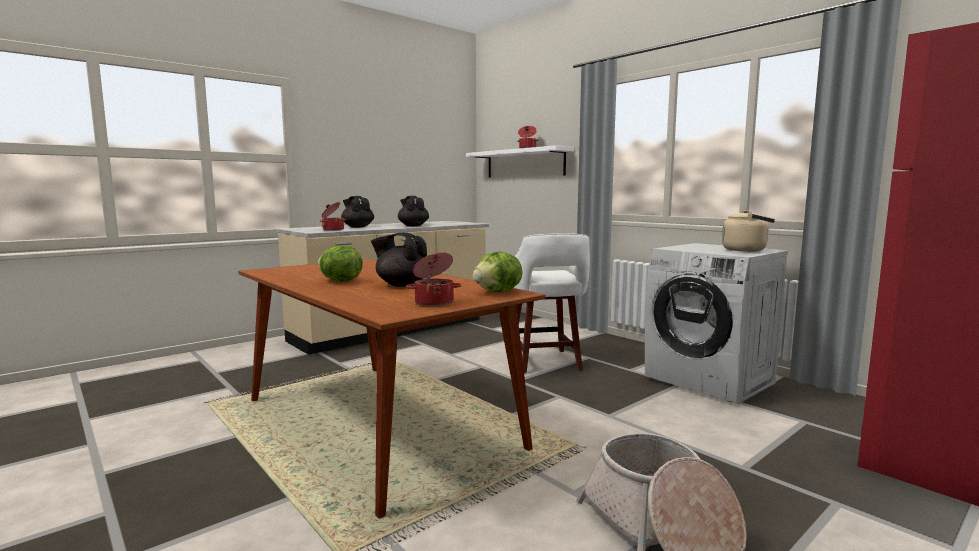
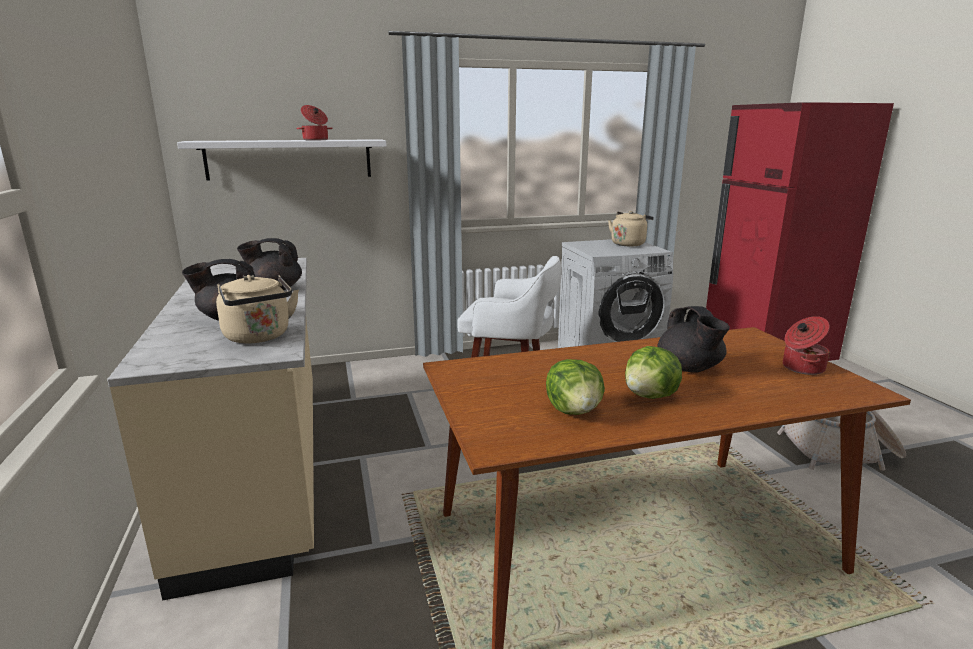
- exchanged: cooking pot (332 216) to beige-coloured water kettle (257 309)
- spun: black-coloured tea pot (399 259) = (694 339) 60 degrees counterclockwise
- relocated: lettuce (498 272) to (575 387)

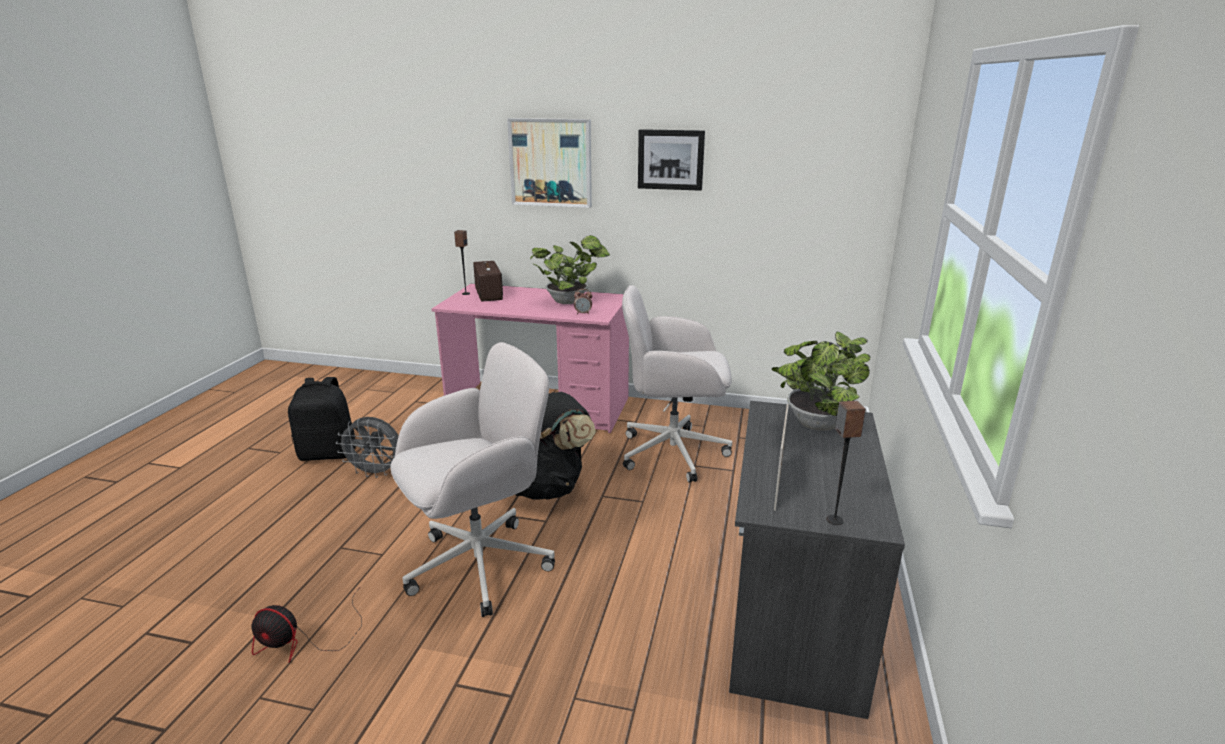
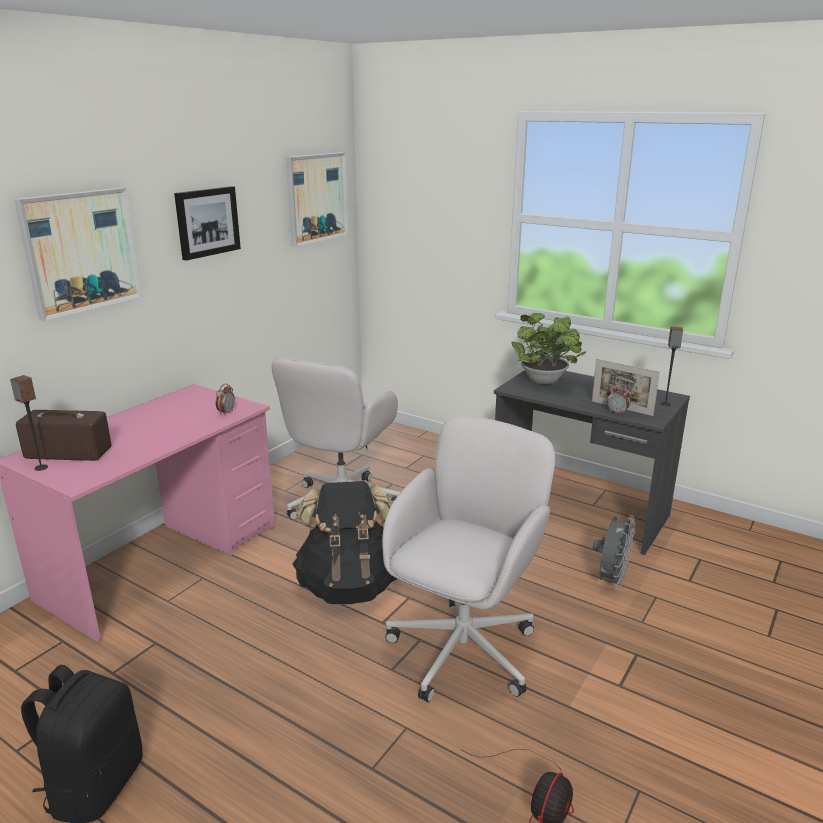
- relocated: grey fan (367 447) to (614 552)
- spun: white desk chair (472 479) = (468 558) 45 degrees clockwise
- missing: potted plant (570 269)
- appeared: wall picture (317 199)
- appeared: bedside clock (619 399)

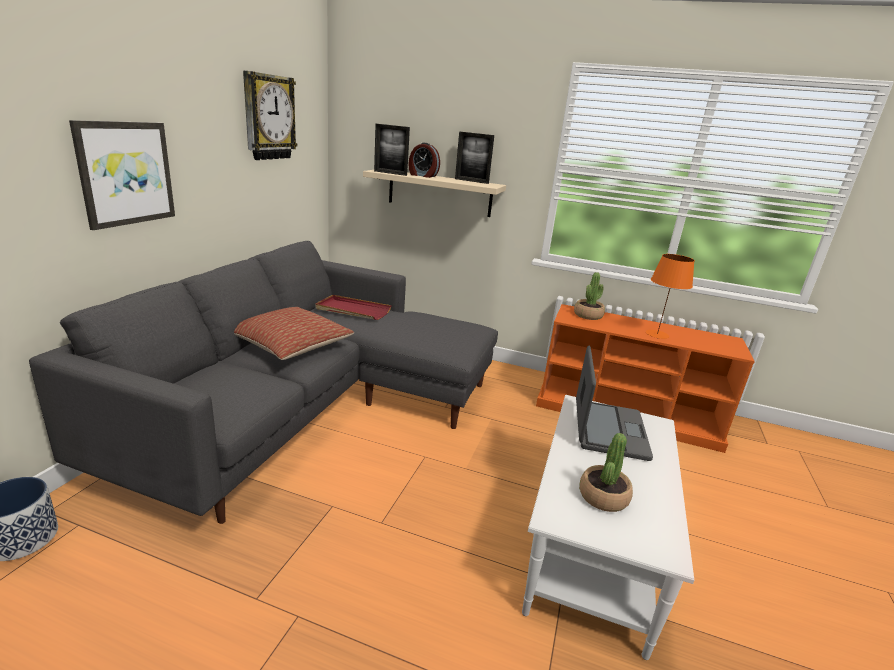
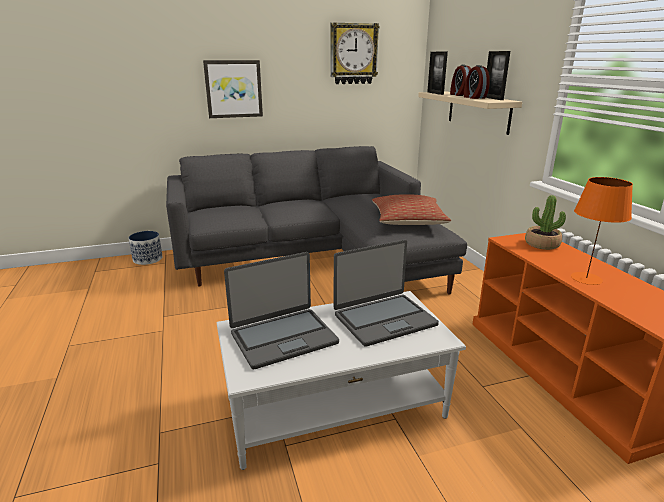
- relocated: throw pillow (294 333) to (411 209)
- missing: red-coloured tray (354 307)
- exchanged: potted plant (606 472) to notebook computer (281 311)
- appeared: bedside clock (477 82)

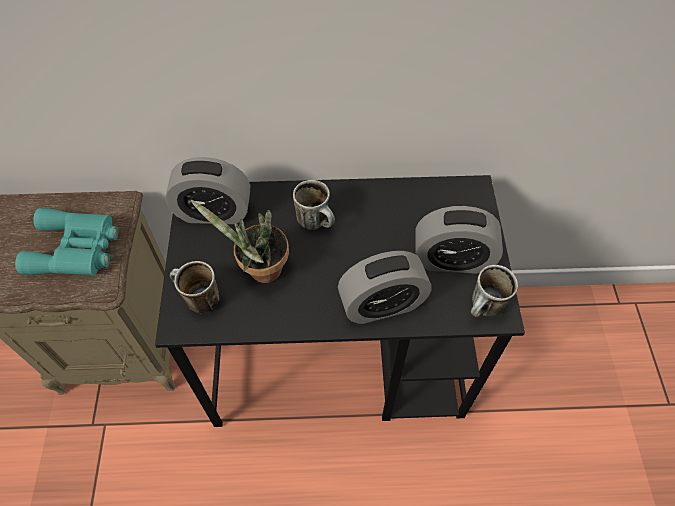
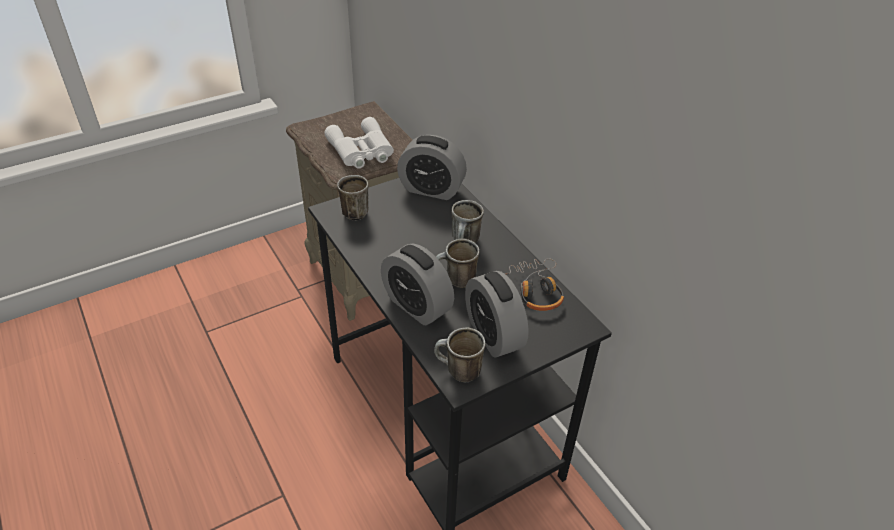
- colour: blue-green field glasses (66 242) to white field glasses (359 143)
- spun: bedside clock (207 190) = (432 167) 45 degrees counterclockwise
- missing: potted plant (239 241)
- appeared: mug (457 263)
- appeared: headphones (534 284)

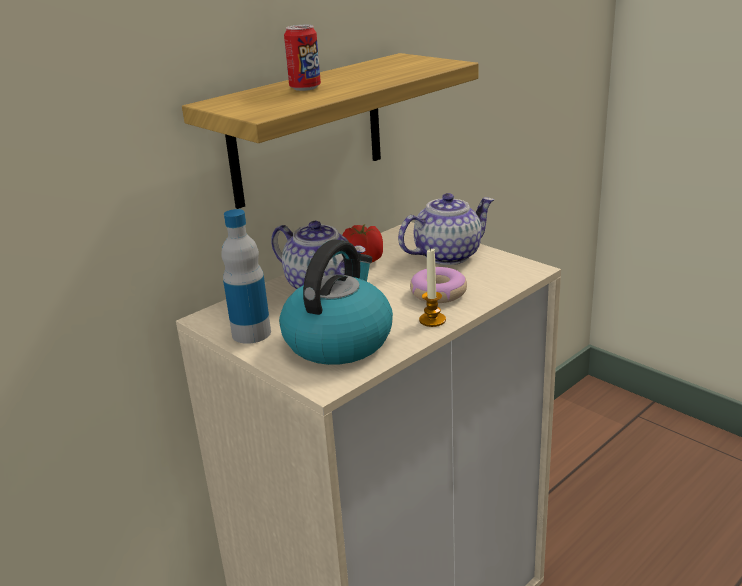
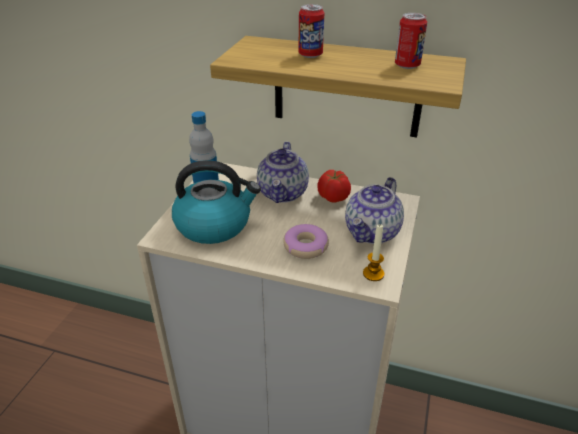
- spun: tea pot (446 229) = (374 210) 90 degrees clockwise
- relocated: wax light (432 287) to (373 252)
- appeared: can (411 41)

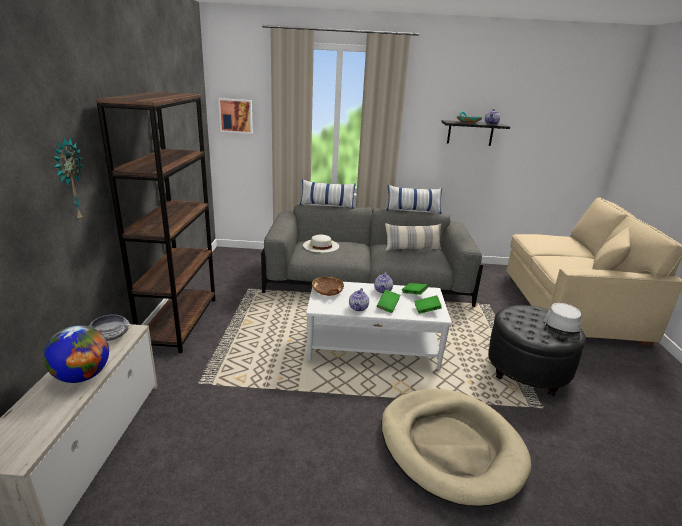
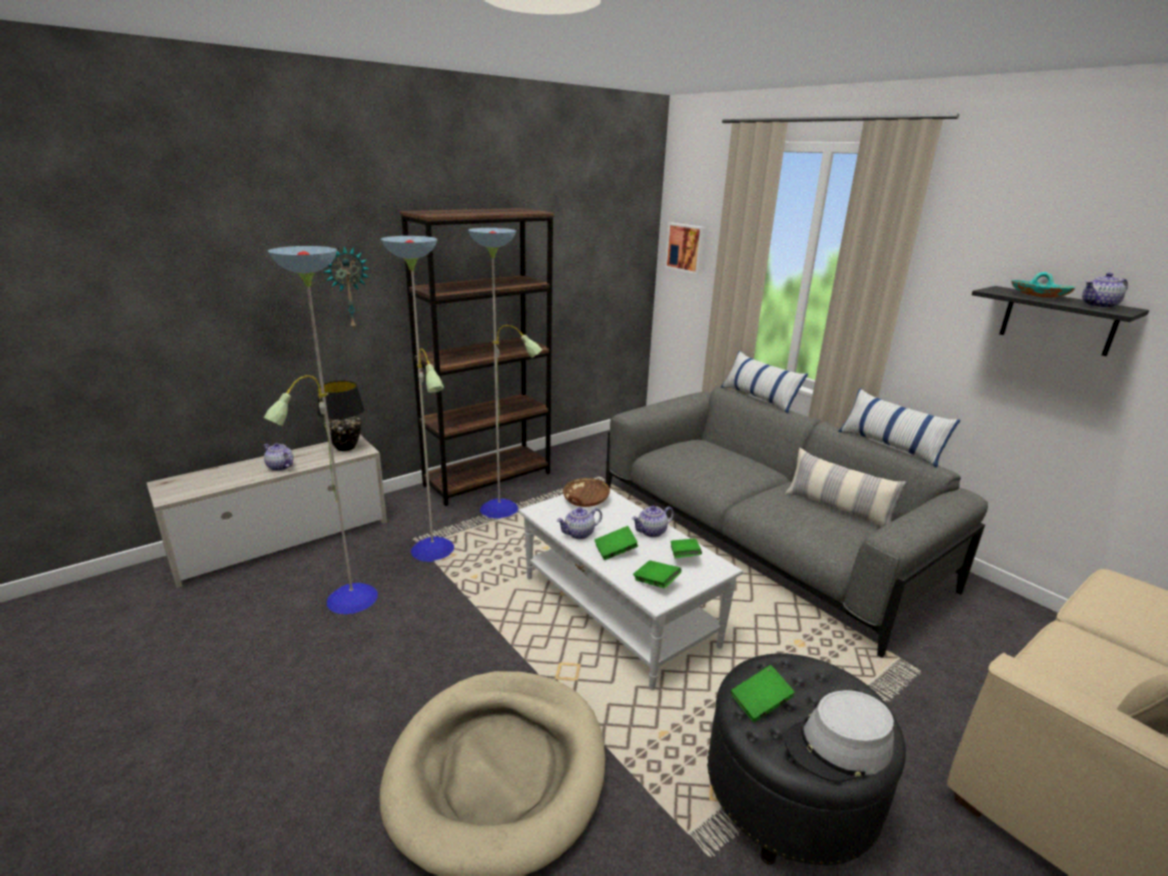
- exchanged: globe (76 354) to tea pot (279 457)
- exchanged: serving bowl (109 327) to black-coloured table lamp (340 416)
- missing: white hat (321 244)
- appeared: standard lamp (403 421)
- appeared: green volume (762 693)

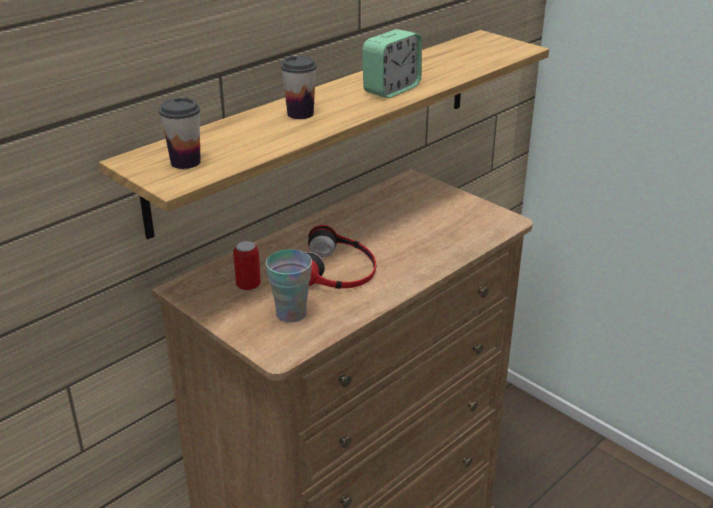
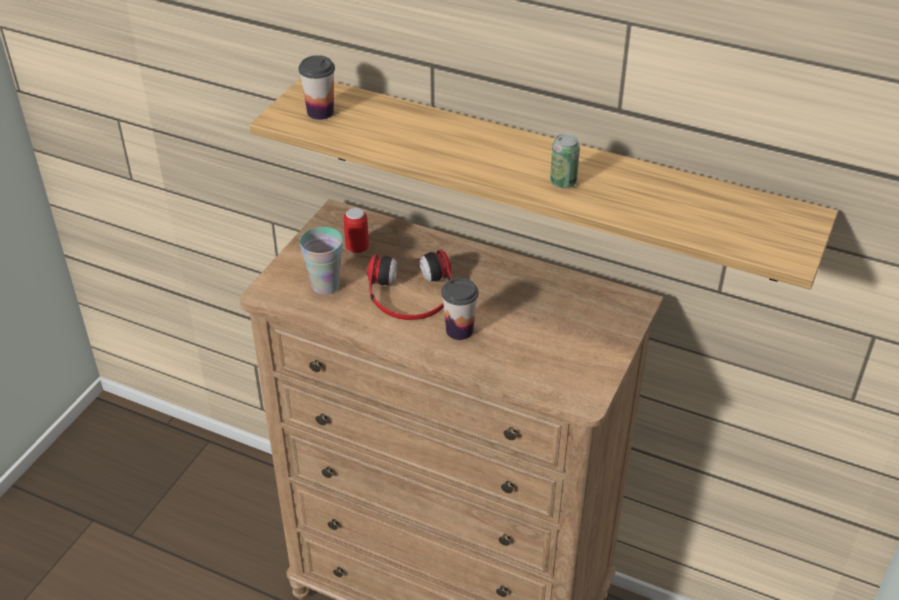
- relocated: drinking cup (299 87) to (459 309)
- exchanged: bedside clock (392 63) to can (565 161)

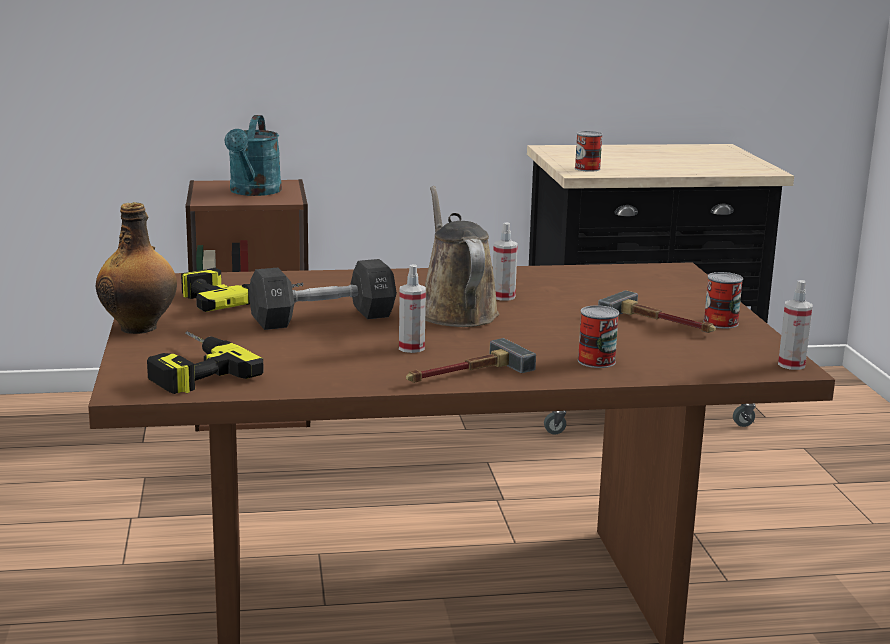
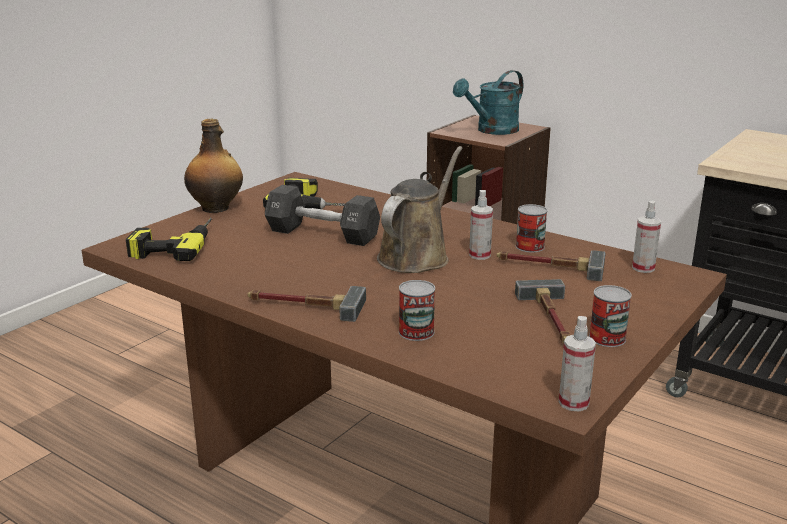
- relocated: sprayer (412 308) to (646 237)
- relocated: can (589 151) to (531 228)
- appeared: hand hammer (551 265)

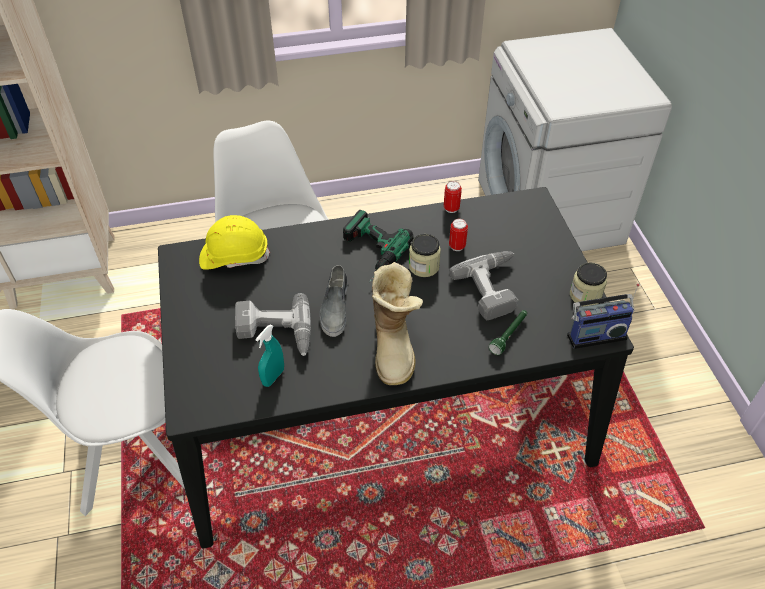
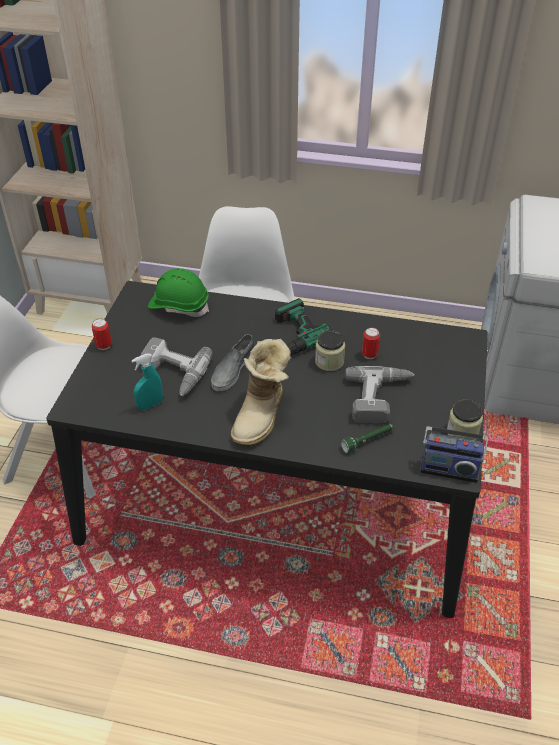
- colour: yellowish safety helmet (234 242) to green safety helmet (178 292)
- relocated: can (453 197) to (102 334)

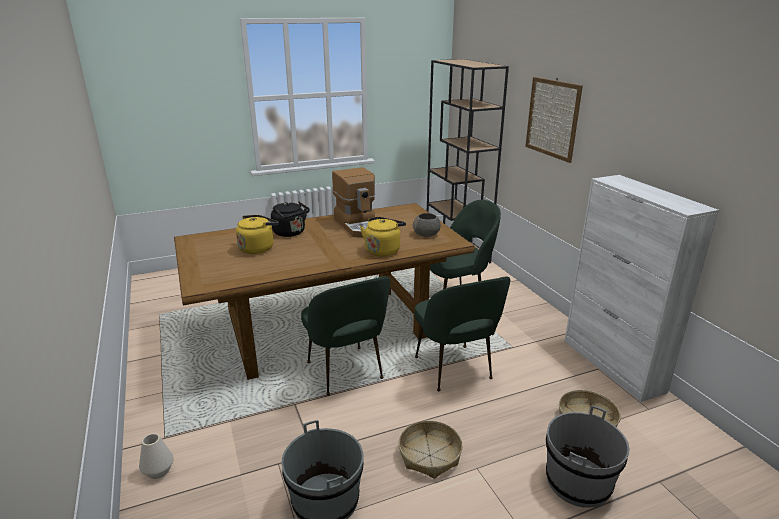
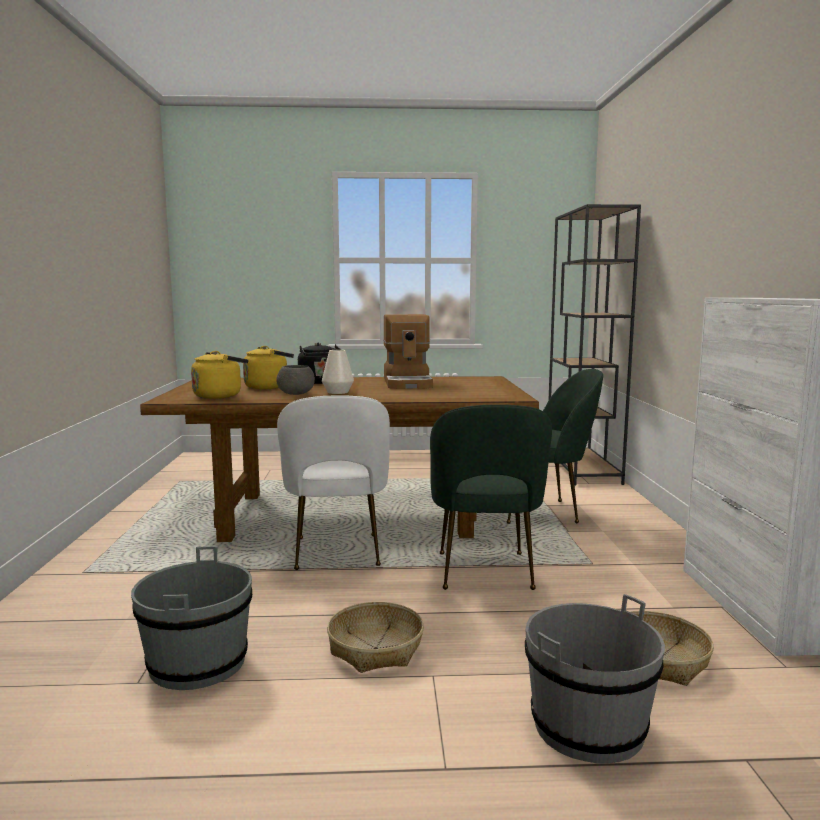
- relocated: white decorative vase (156 456) to (338 372)
- colour: green upright chair (345 336) to white upright chair (333 482)
- relocated: yellowish water kettle (383 236) to (219 375)
- relocated: grey serving bowl (427 225) to (295 380)
- missing: wall picture (554 120)

